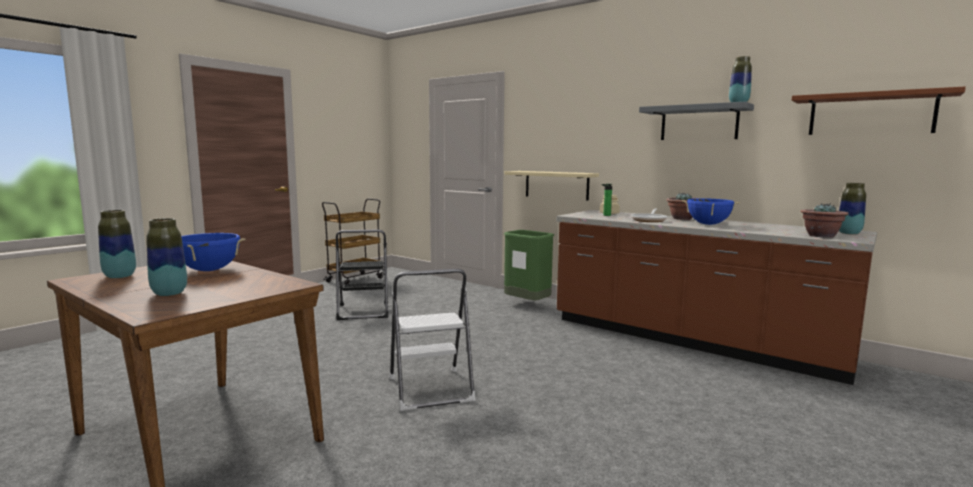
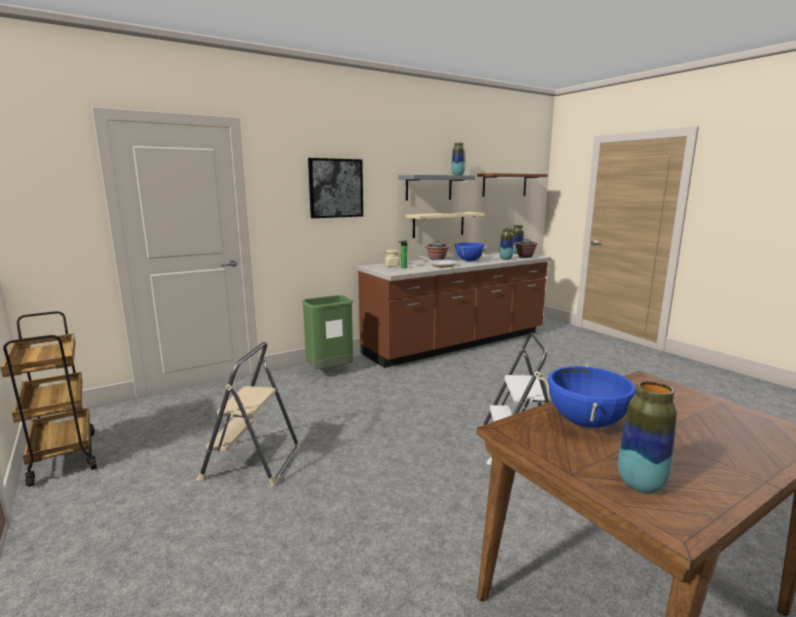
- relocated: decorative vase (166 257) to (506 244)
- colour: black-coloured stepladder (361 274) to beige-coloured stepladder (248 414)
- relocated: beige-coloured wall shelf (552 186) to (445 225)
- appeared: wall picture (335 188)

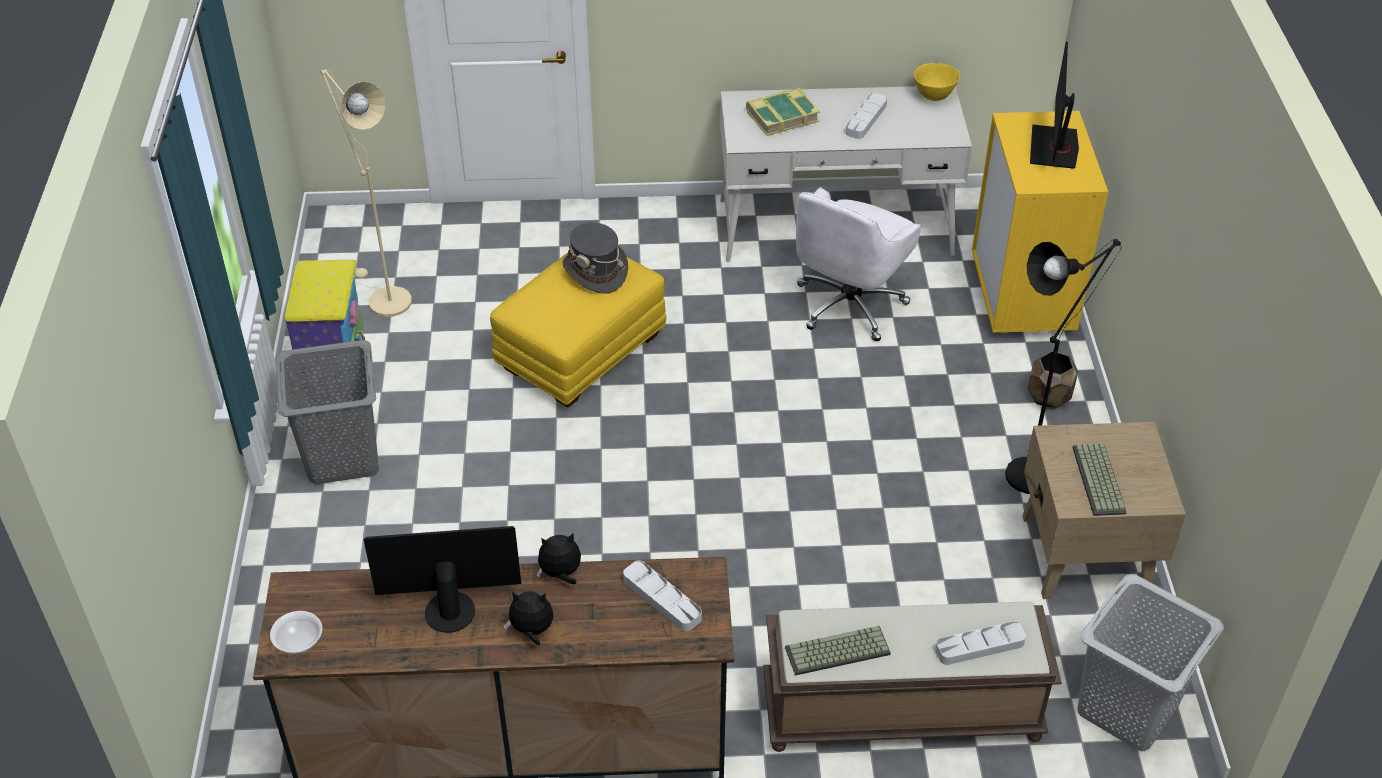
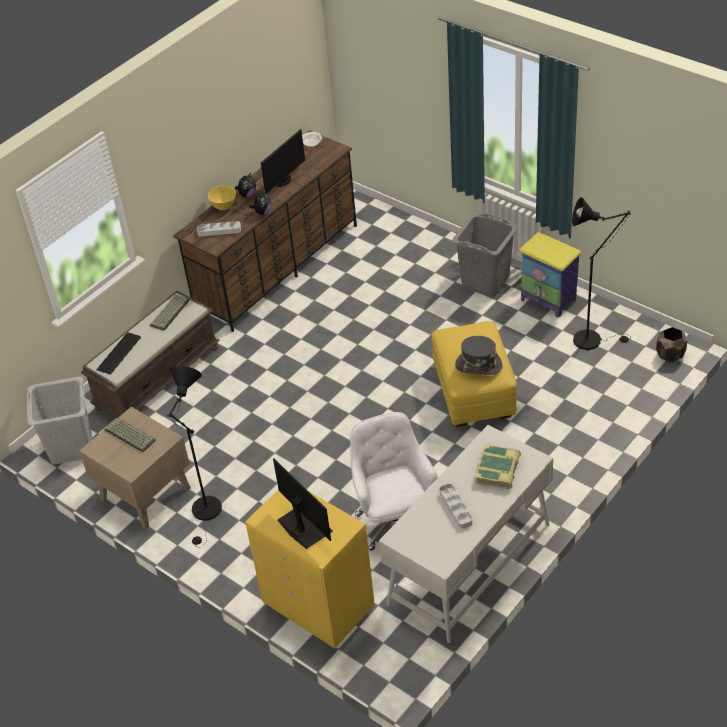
- colour: beige-coloured standard lamp (366 193) to black-coloured standard lamp (601 273)
- relocated: yellowish serving bowl (937 82) to (222 197)
- exchanged: grey tray (980 643) to PC keyboard (118 353)
- relocated: brown planter (1053 380) to (671 345)

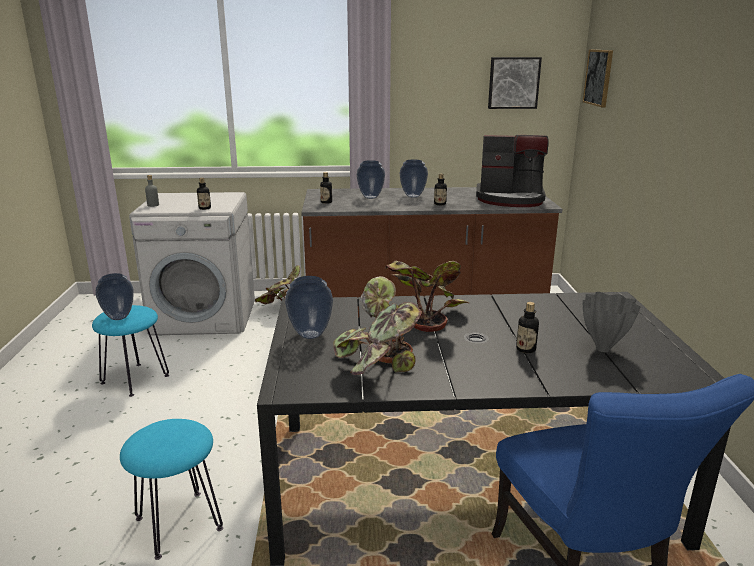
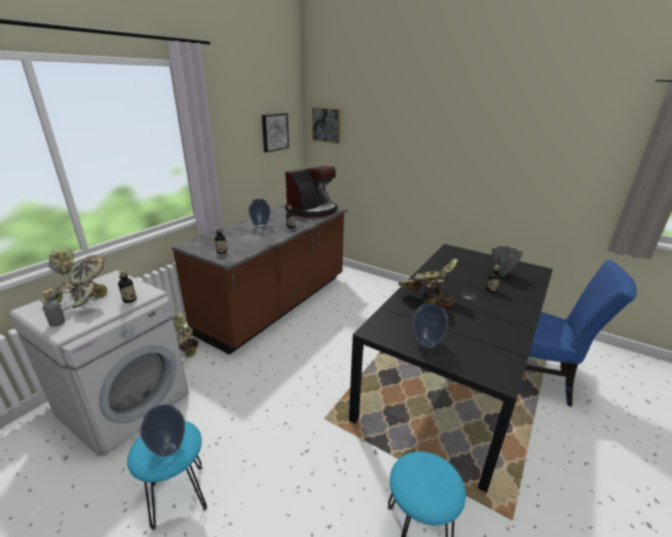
- relocated: potted plant (378 325) to (73 278)
- missing: decorative vase (370 179)

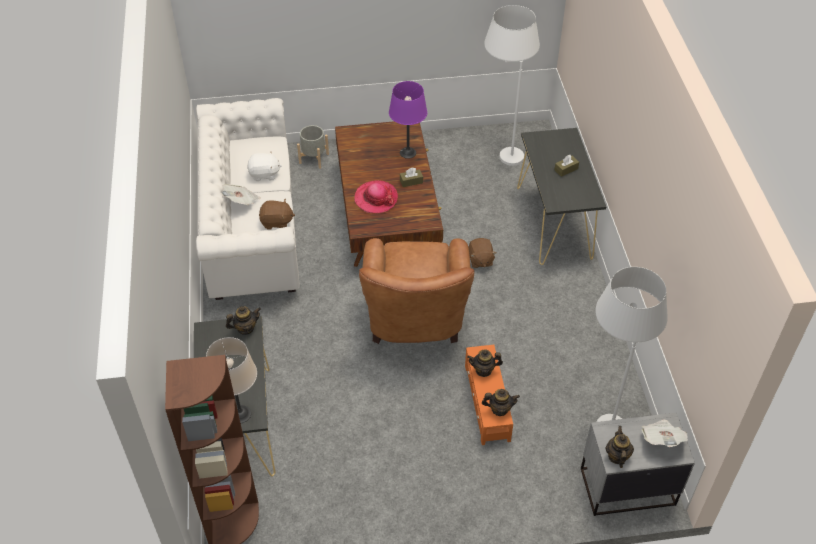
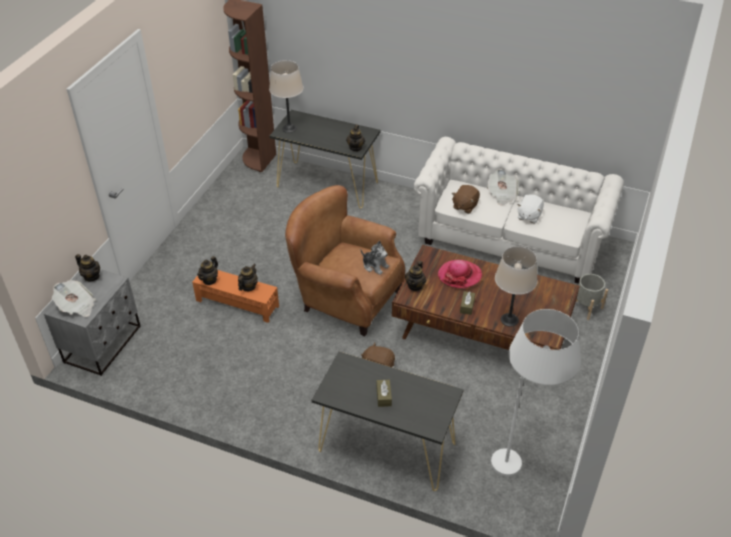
- colour: purplish table lamp (408 120) to beige-coloured table lamp (516 286)
- missing: white standard lamp (632 344)
- appeared: soft toy (375 258)
- appeared: tea pot (415 276)

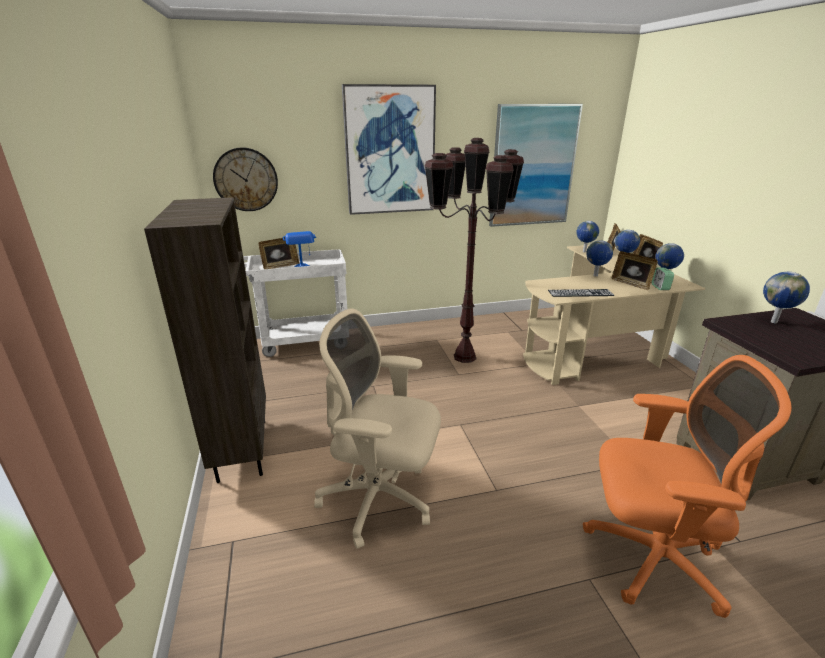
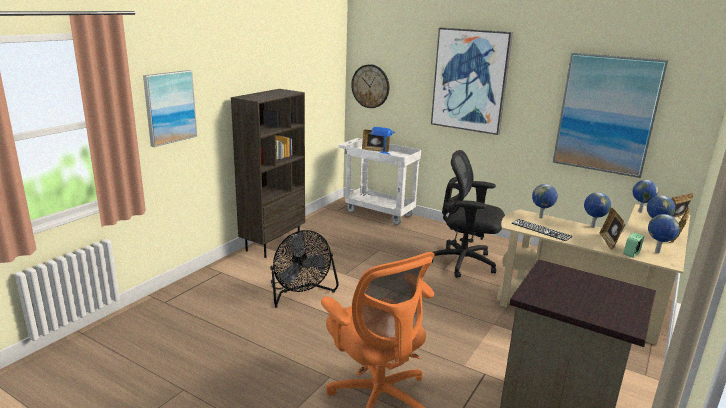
- exchanged: beige-coloured desk chair (377 428) to black-coloured fan (304 269)
- exchanged: brown standard lamp (474 250) to black-coloured desk chair (468 214)
- relocated: globe (786 297) to (545 201)
- appeared: wall picture (170 108)

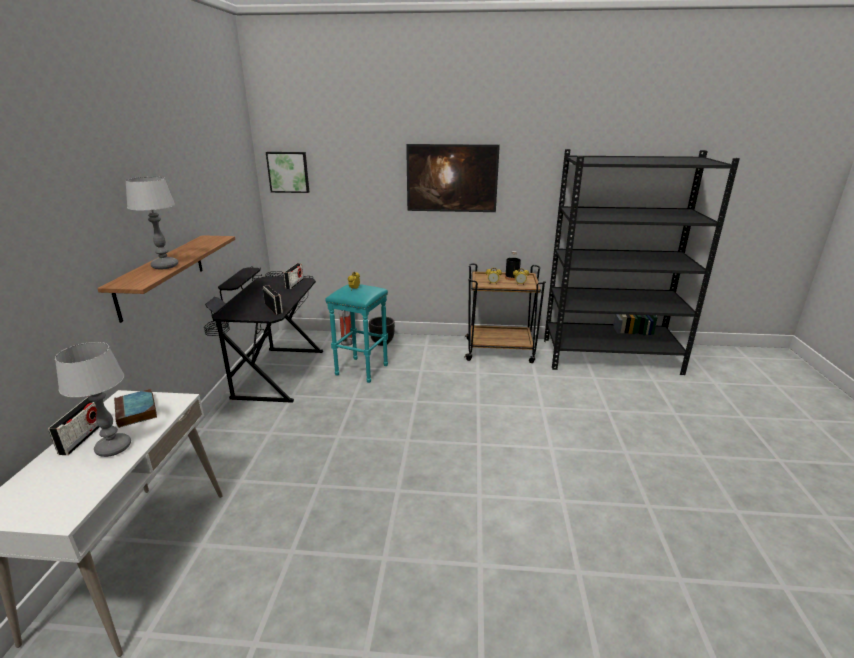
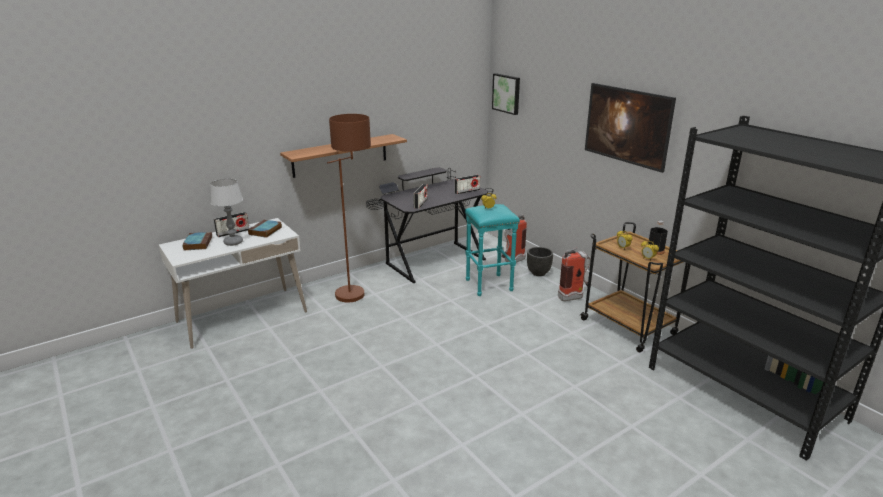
- missing: table lamp (151 223)
- appeared: volume (197 241)
- appeared: brown standard lamp (349 208)
- appeared: fire-fighting cylinder (574 274)

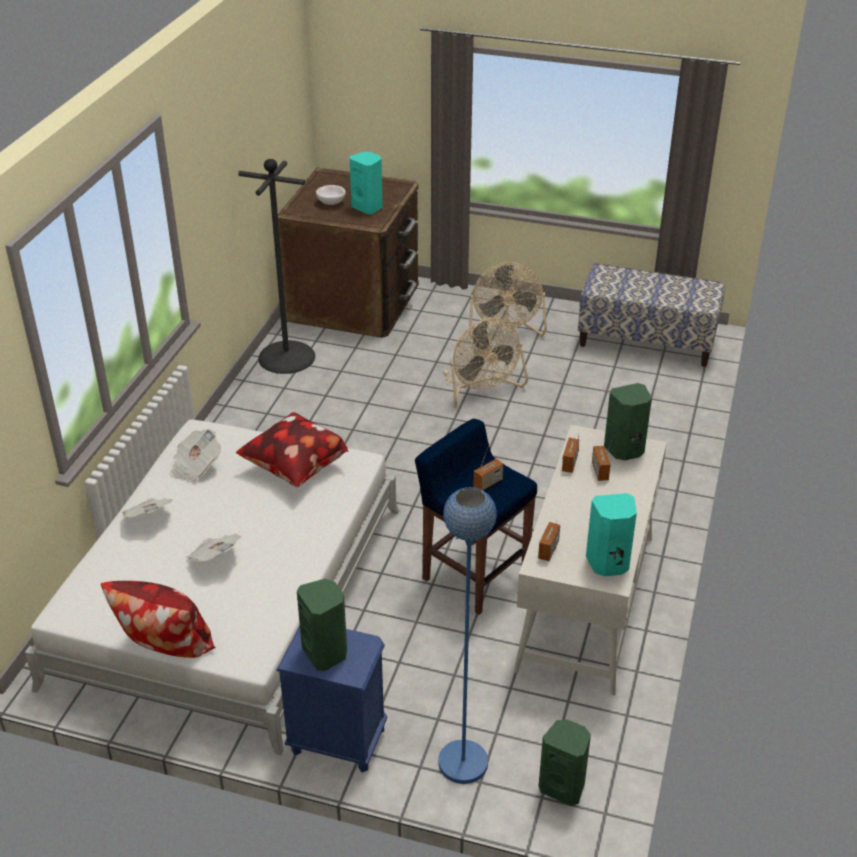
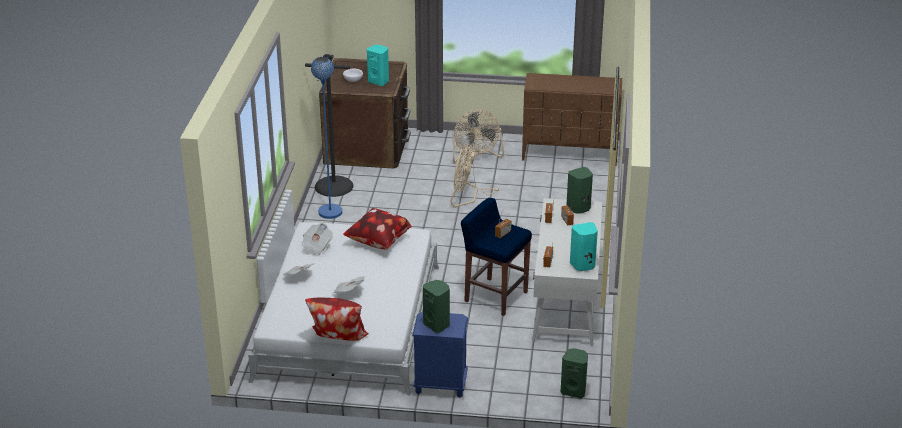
- relocated: blue-coloured standard lamp (467 635) to (326 138)
- spun: beige-coloured fan (486 363) = (475 176) 135 degrees clockwise
- exchanged: long seat (651 315) to brown dresser (572 119)

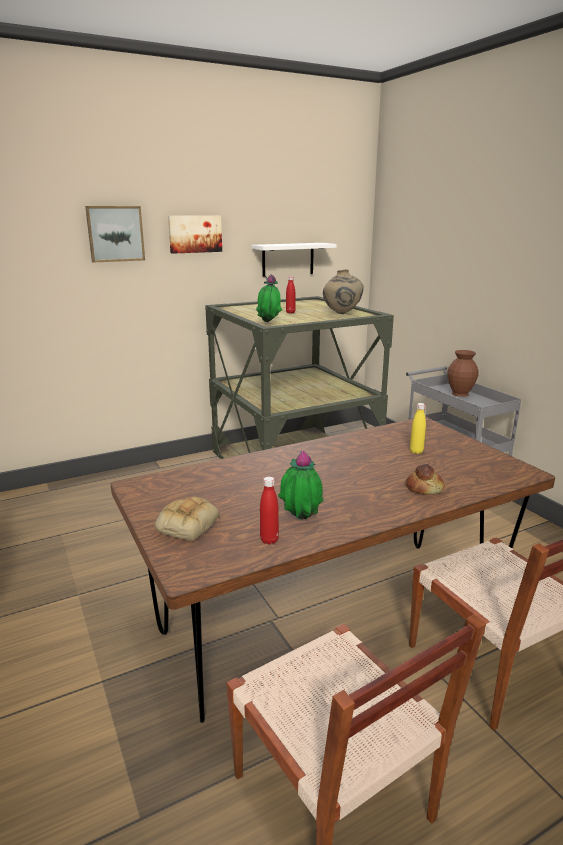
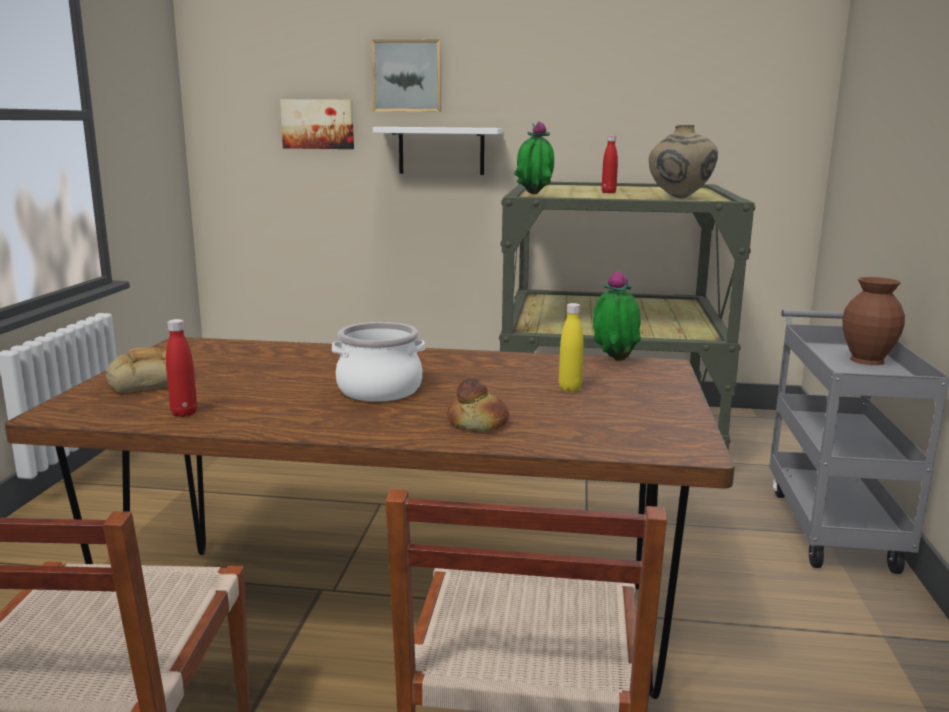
- relocated: wall picture (195 234) to (317 124)
- relocated: white wall shelf (294 260) to (437 151)
- relocated: potted plant (301 484) to (617 315)
- appeared: cooking pot (378 362)

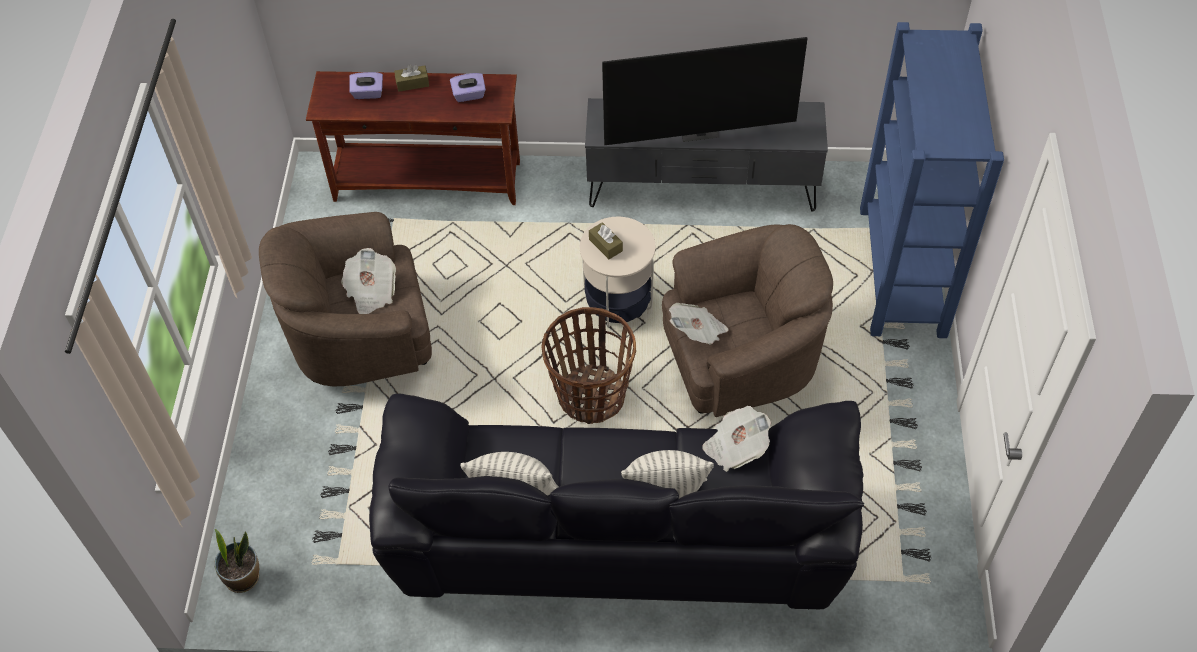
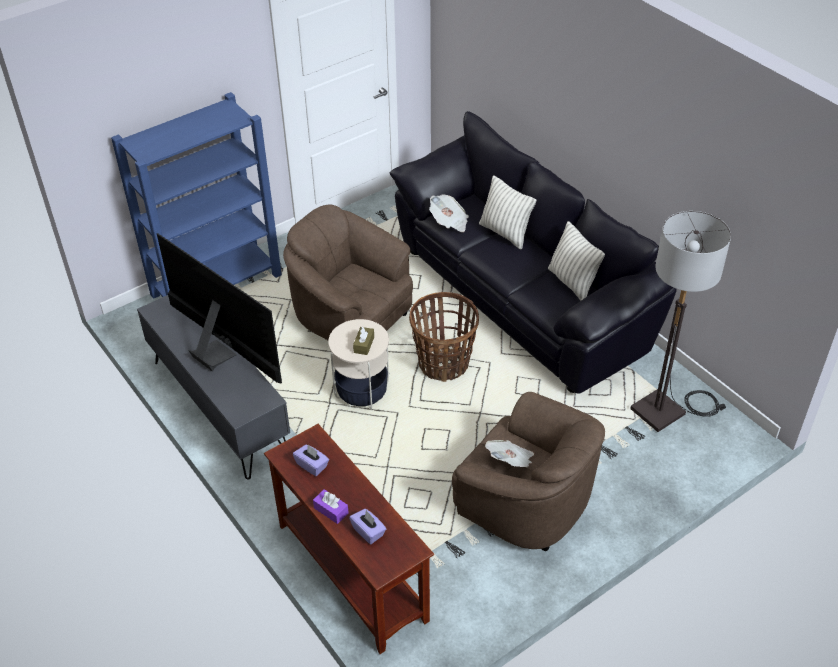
- missing: potted plant (236 561)
- colour: brown tissue box (411 78) to purplish tissue box (331 506)
- missing: newspaper (699 324)
- appeared: standard lamp (680 321)

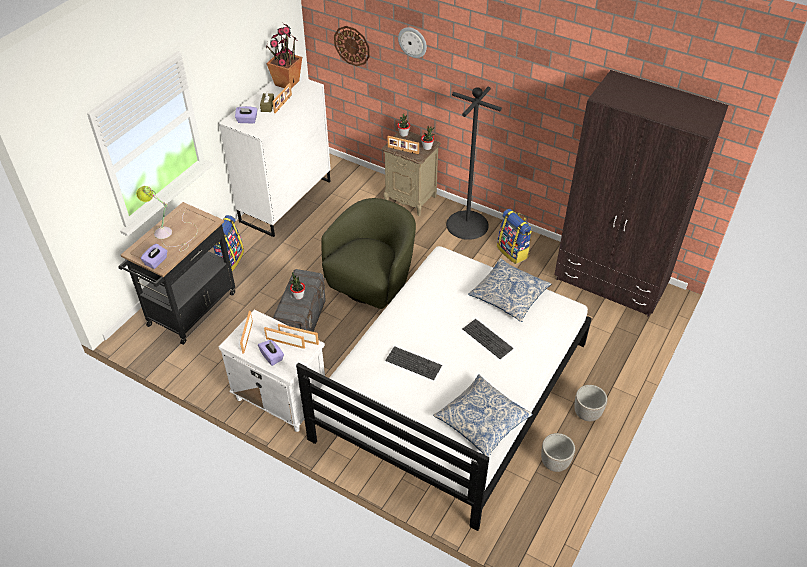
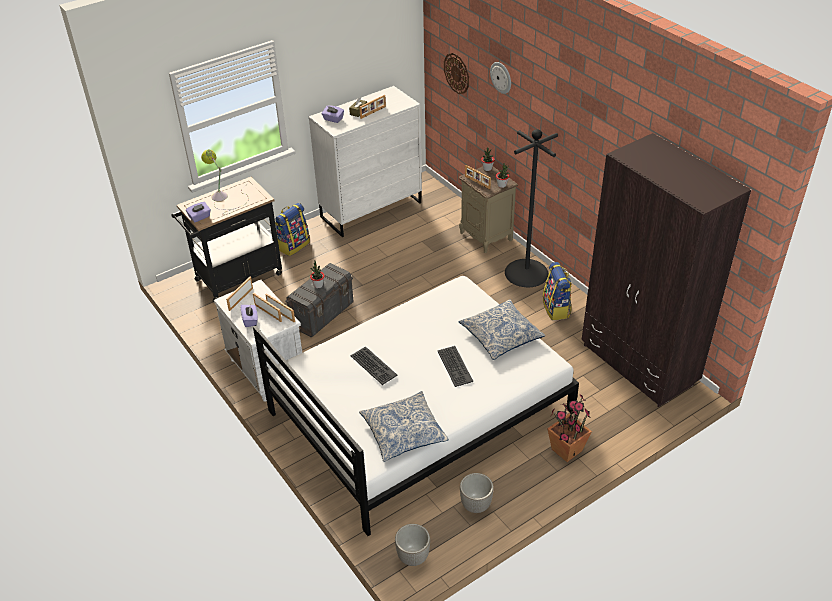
- relocated: potted plant (284 56) to (569 427)
- missing: green lounge chair (368 253)
- relocated: planter (591 403) to (412 545)

